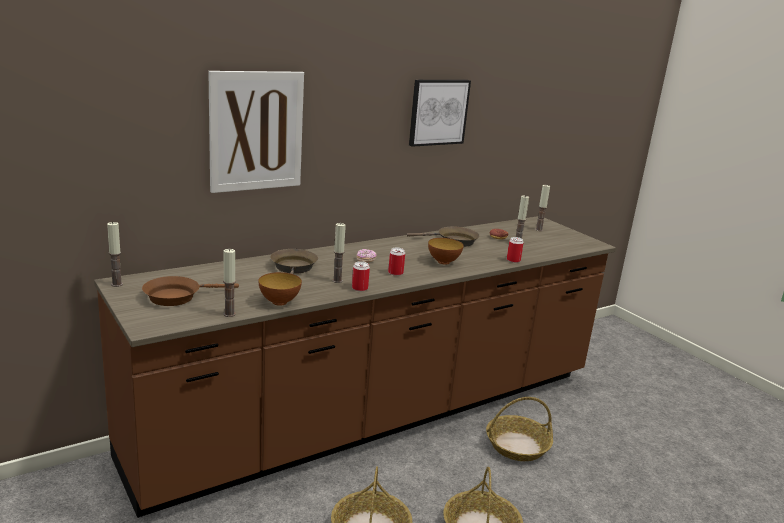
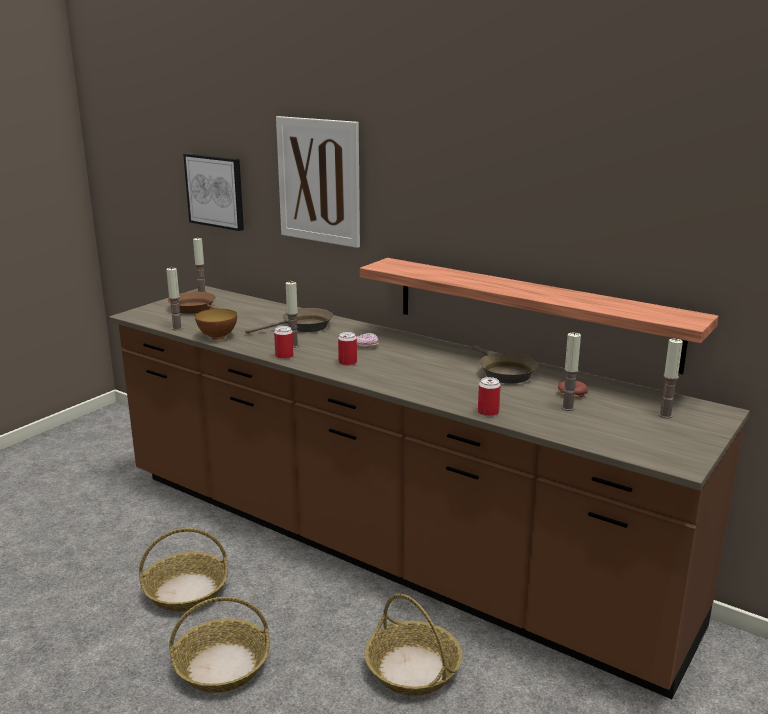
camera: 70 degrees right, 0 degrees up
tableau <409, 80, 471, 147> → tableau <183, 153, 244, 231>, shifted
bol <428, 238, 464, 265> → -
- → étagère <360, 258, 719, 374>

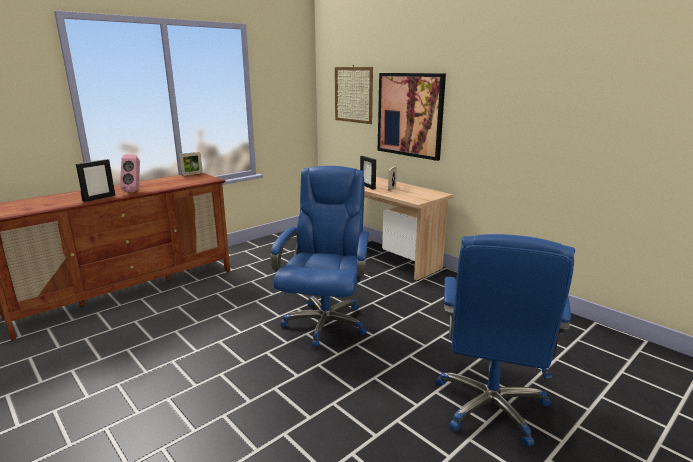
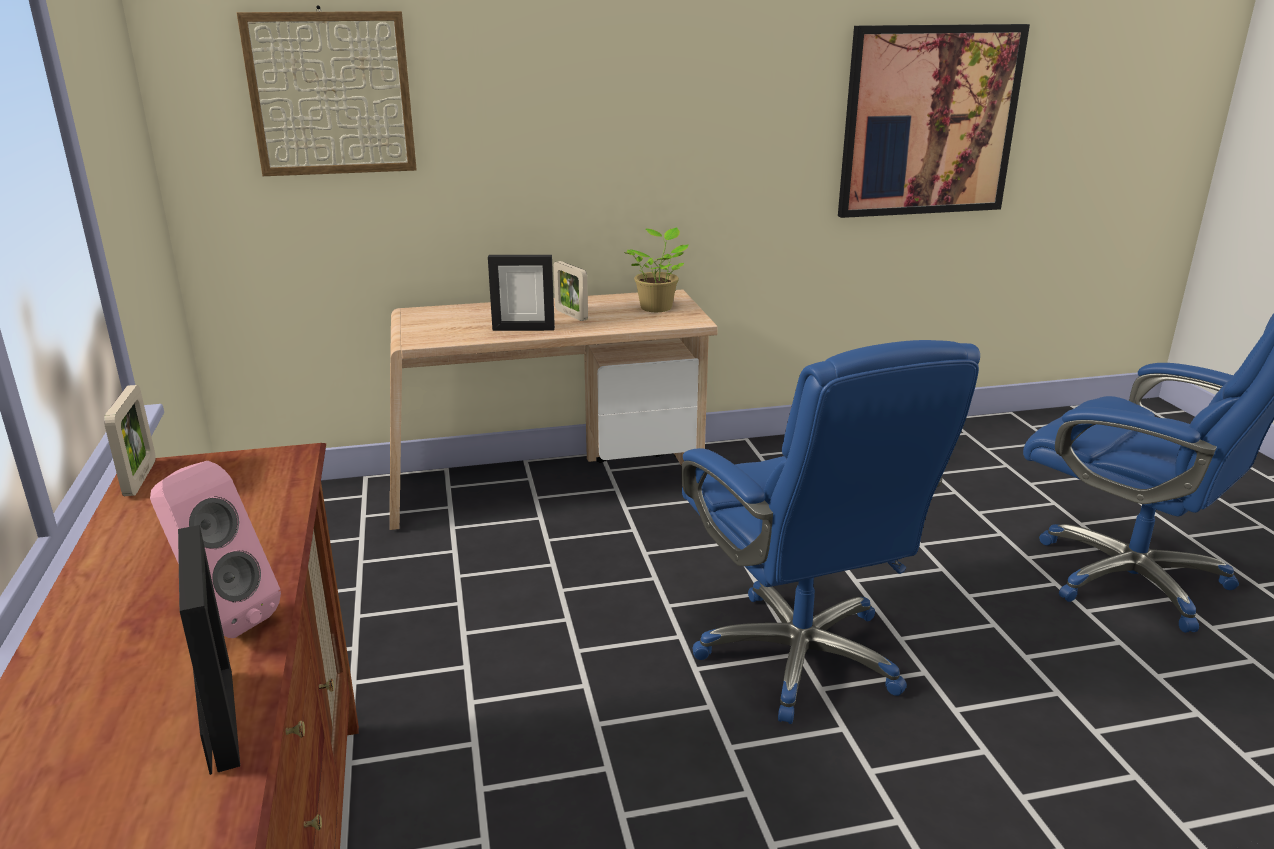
camera: 60 degrees left, 5 degrees up
tableau <378, 73, 446, 161> → tableau <838, 24, 1030, 218>, shifted
chaise de bureau/bleu <271, 166, 369, 348> → chaise de bureau/bleu <681, 340, 980, 724>, 150 degrees counterclockwise
- → plante en pot <624, 227, 689, 312>

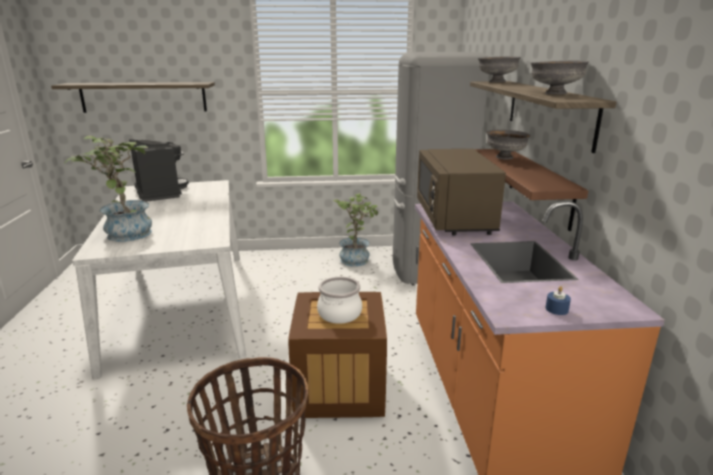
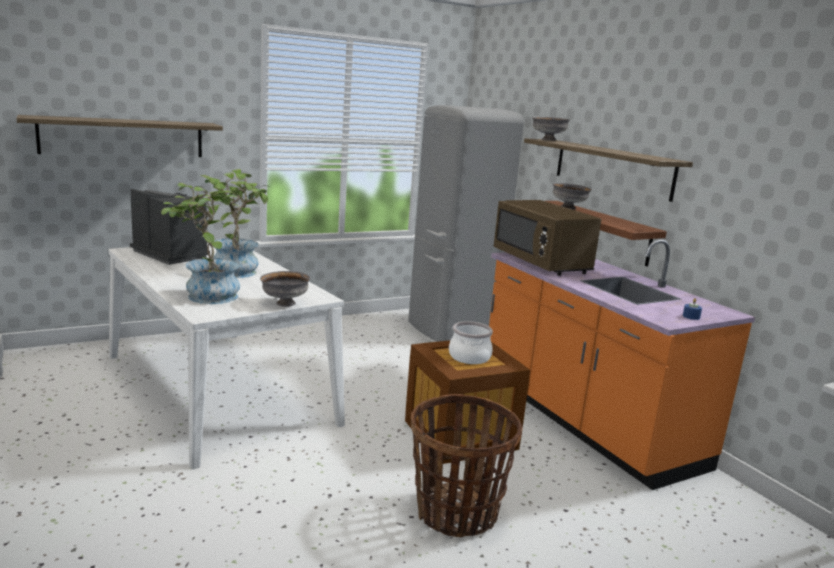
camera: 25 degrees left, 5 degrees down
bol/gris <530, 60, 590, 94> → bol/gris <260, 271, 310, 307>, shifted
plante en pot <333, 193, 378, 266> → plante en pot <200, 169, 268, 278>, shifted

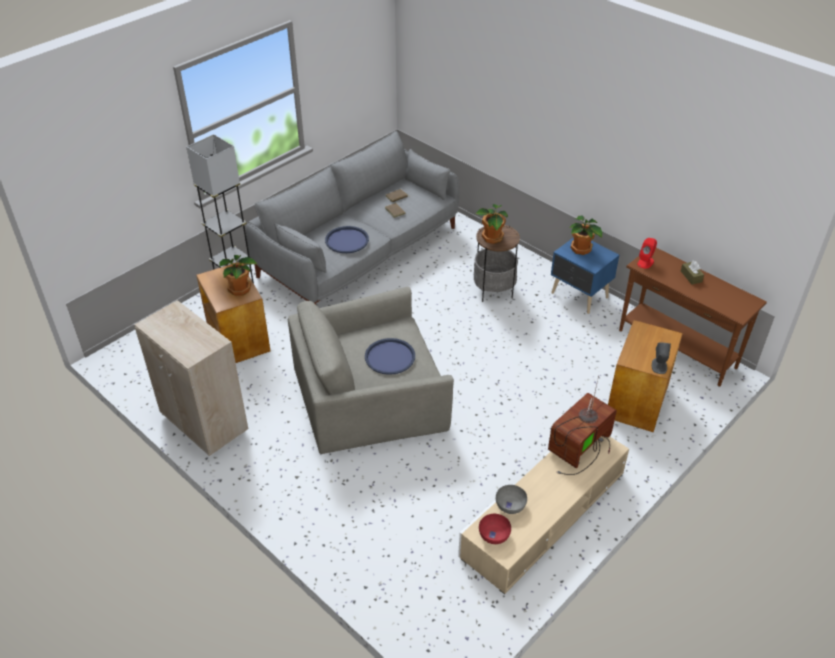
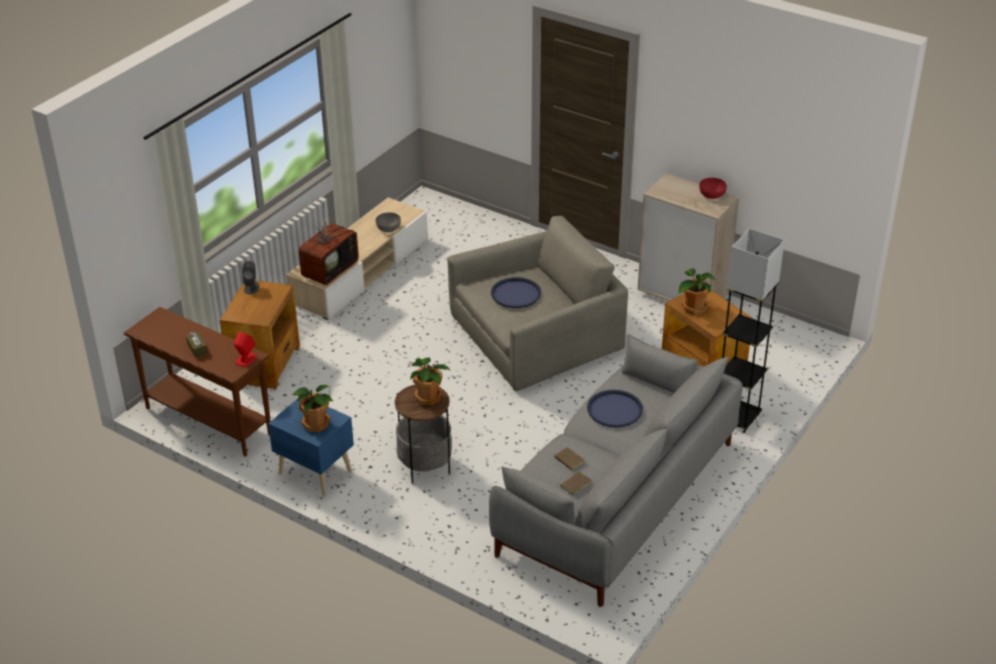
camera: 170 degrees right, 5 degrees down
bol/rouge <479, 514, 511, 544> → bol/rouge <699, 178, 727, 199>, shifted

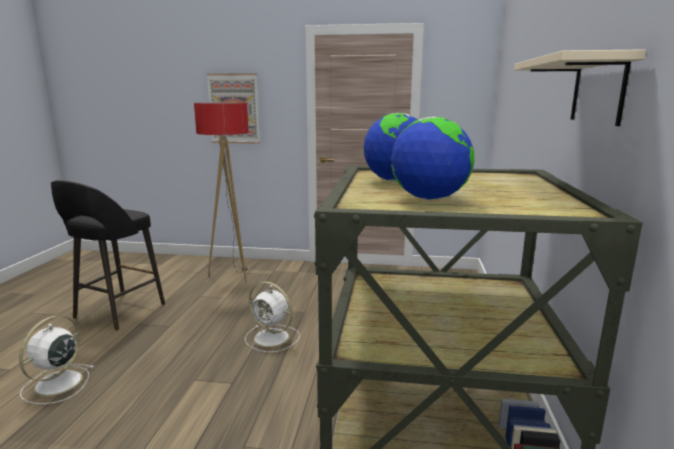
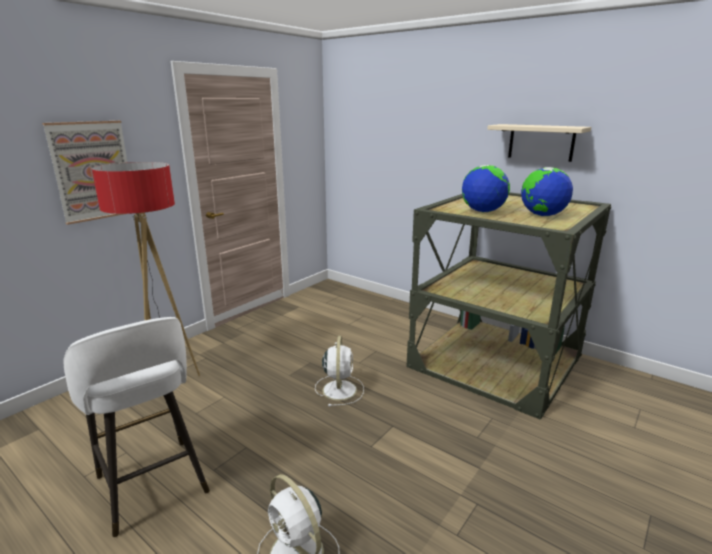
camera: 60 degrees left, 5 degrees up
tabouret/noir <51, 180, 165, 330> → tabouret/blanc <64, 317, 210, 537>
ventilateur/blanc <245, 282, 300, 352> → ventilateur/blanc <315, 336, 364, 406>, 60 degrees counterclockwise

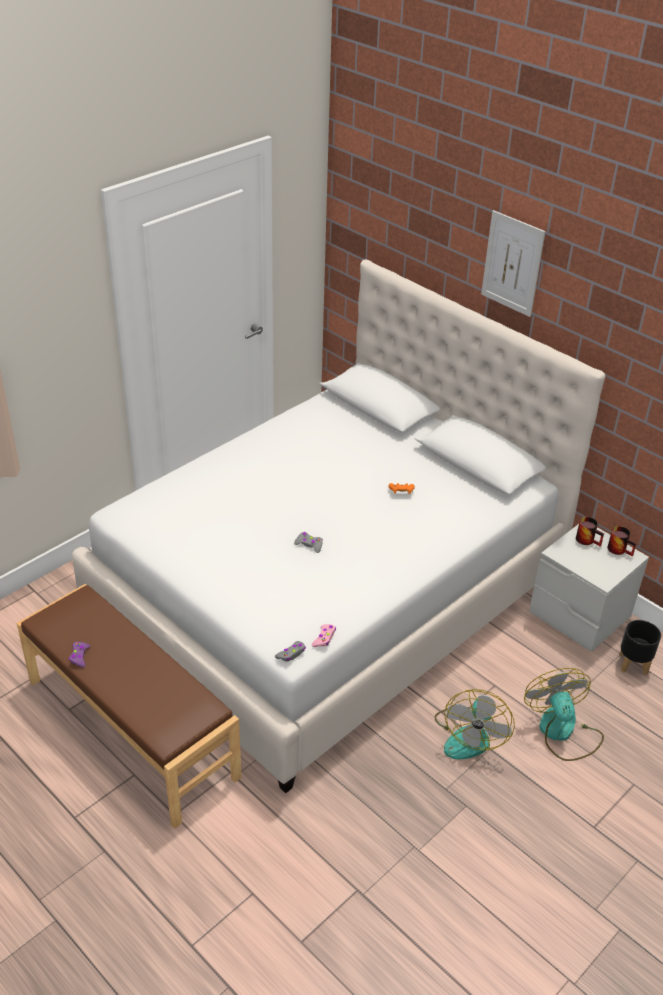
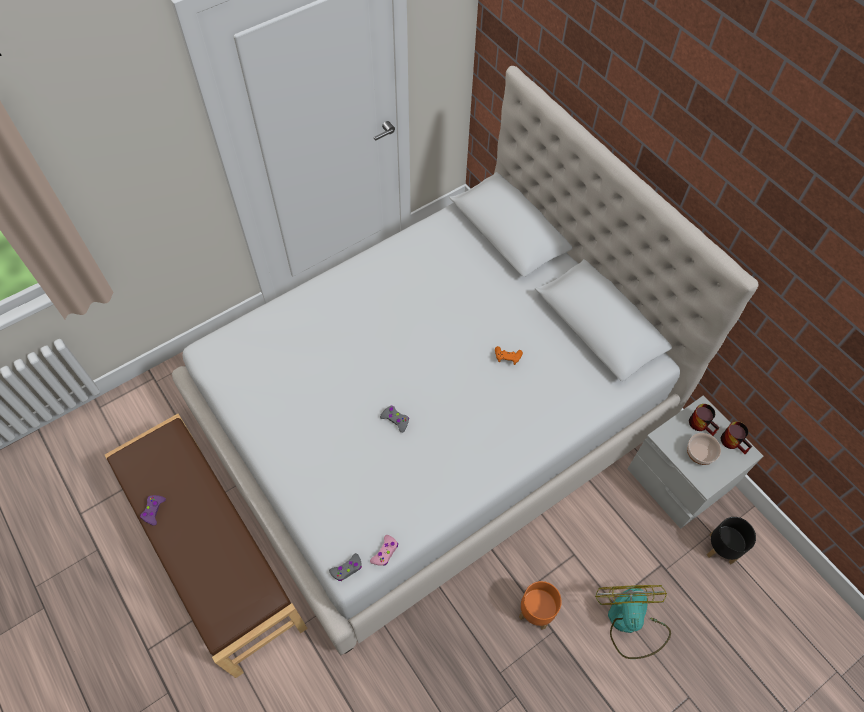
camera: 10 degrees right, 20 degrees up
tableau <481, 210, 546, 317> → -
ventilateur <435, 689, 515, 760> → cache-pot/orange <519, 581, 562, 630>
- → bol <687, 433, 721, 465>

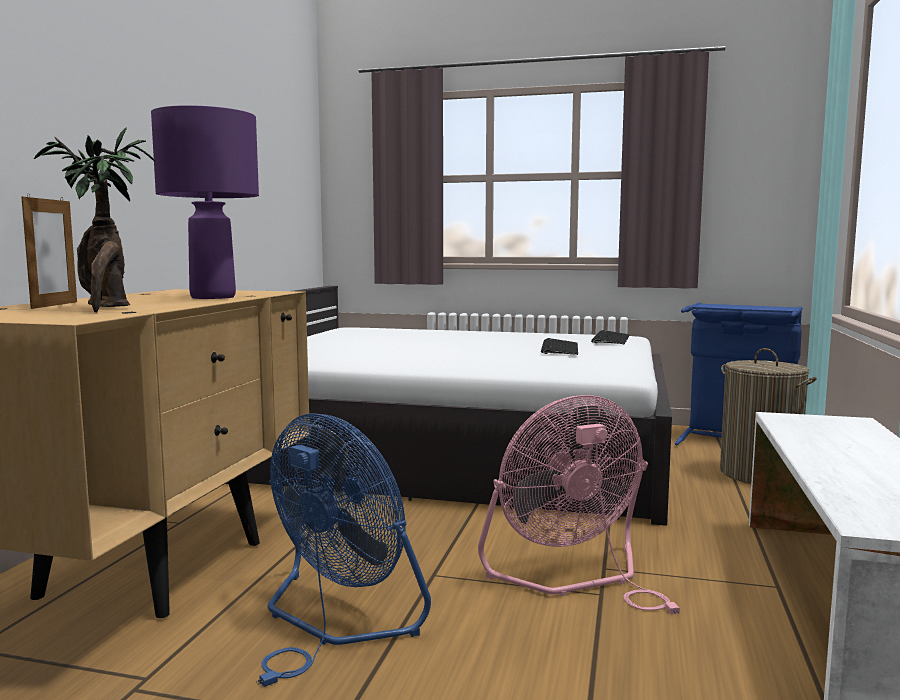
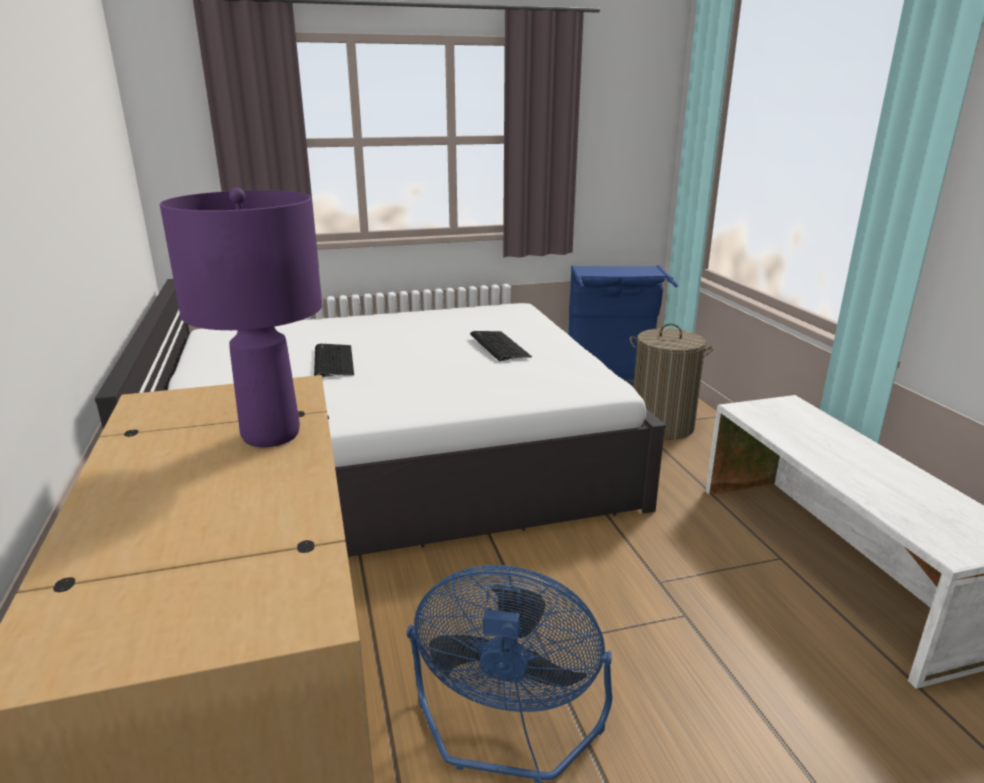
camera: 30 degrees left, 15 degrees up
plante en pot <34, 127, 155, 312> → -
cadre photo <21, 193, 77, 309> → -
clavier <591, 330, 630, 344> → clavier <314, 344, 354, 377>, shifted
ventilateur/rose <478, 395, 680, 614> → -

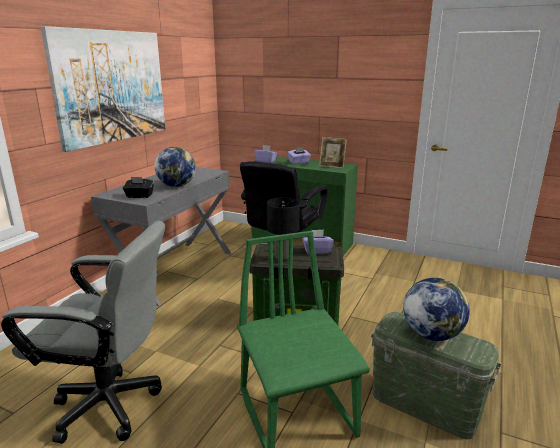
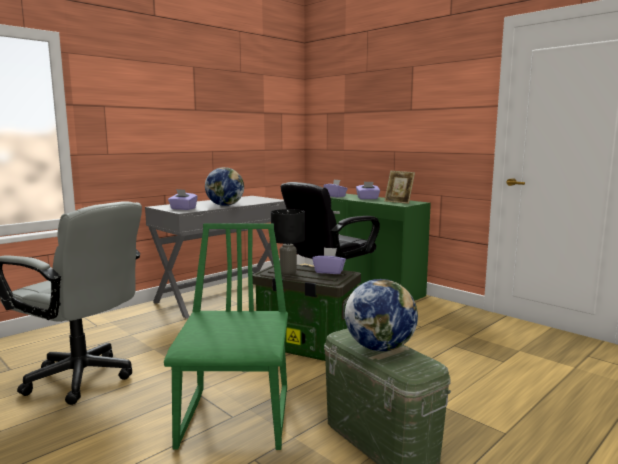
camera: 20 degrees right, 10 degrees down
tableau <41, 26, 166, 152> → -
boîte à mouchoirs/noir <123, 177, 154, 198> → boîte à mouchoirs/violet <168, 189, 198, 210>

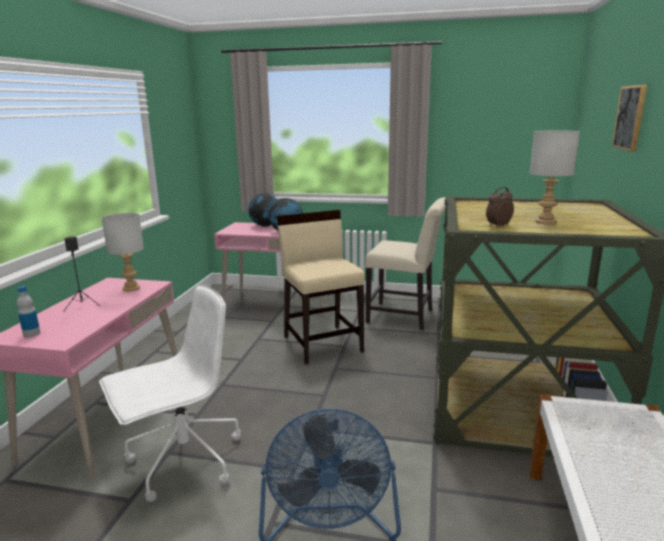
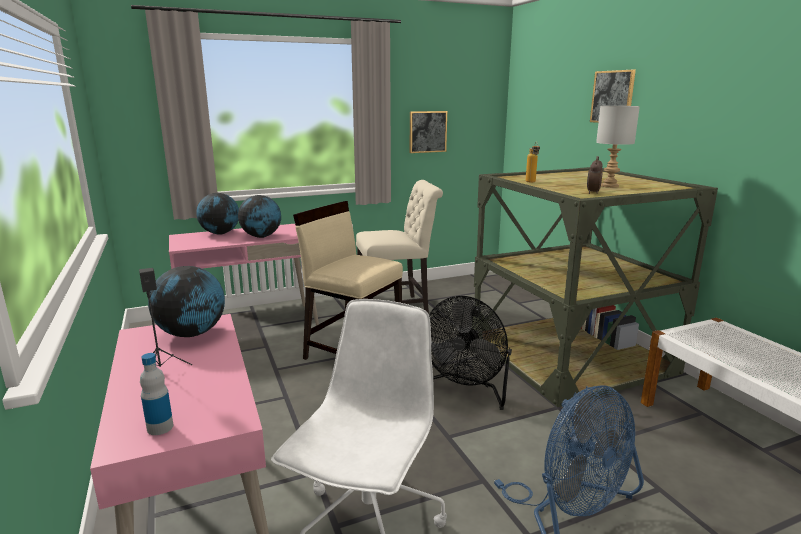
camera: 35 degrees left, 0 degrees up
lampe de table/gris <102, 213, 144, 291> → globe <148, 266, 225, 337>
- → tableau <410, 111, 447, 153>
- → bouteille <526, 142, 540, 183>
- → ventilateur/noir <429, 296, 512, 410>

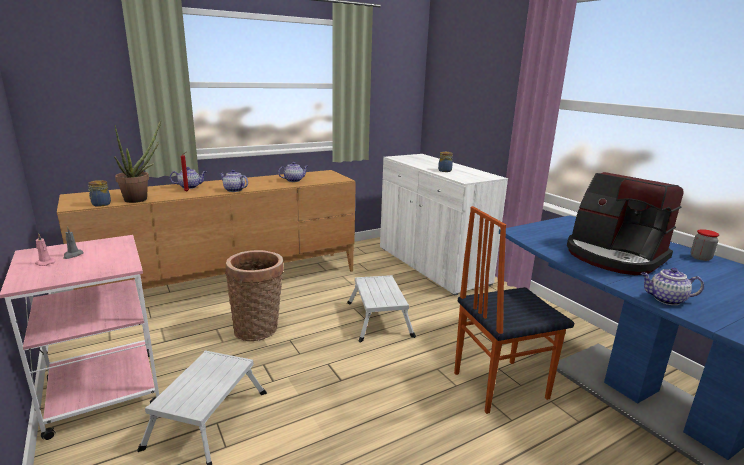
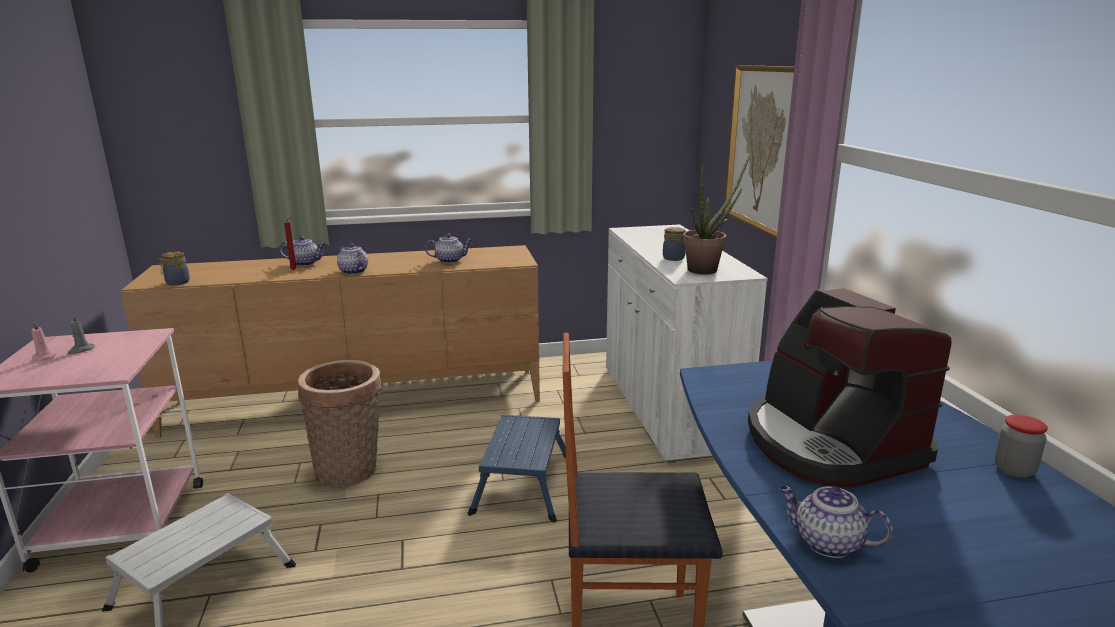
camera: 20 degrees right, 0 degrees up
plante en pot <114, 120, 161, 203> → plante en pot <683, 156, 749, 274>, shifted
escabeau/blanc <347, 275, 416, 343> → escabeau/bleu <467, 415, 566, 523>
- → tableau <724, 65, 795, 238>

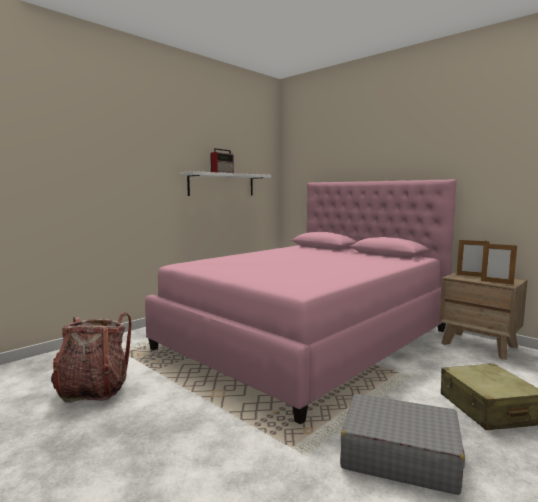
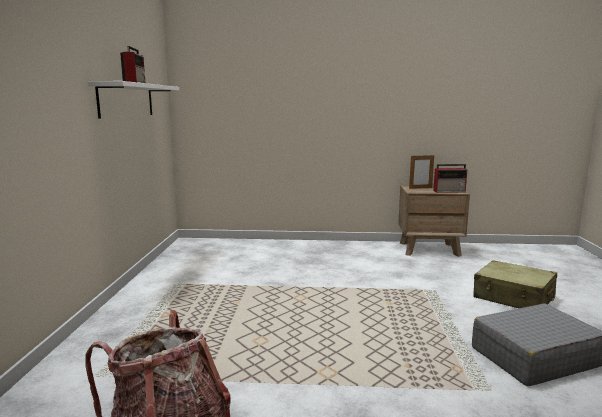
camera: 40 degrees left, 5 degrees up
lit/rose <145, 179, 457, 425> → -
cadre photo <481, 242, 517, 285> → radio <433, 164, 467, 193>

